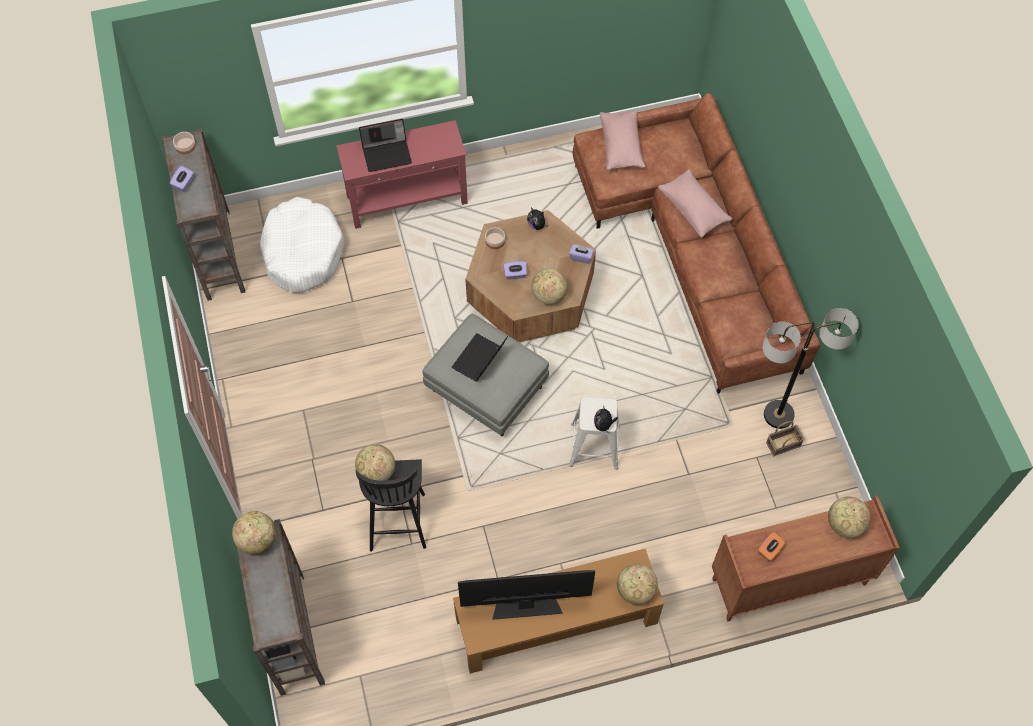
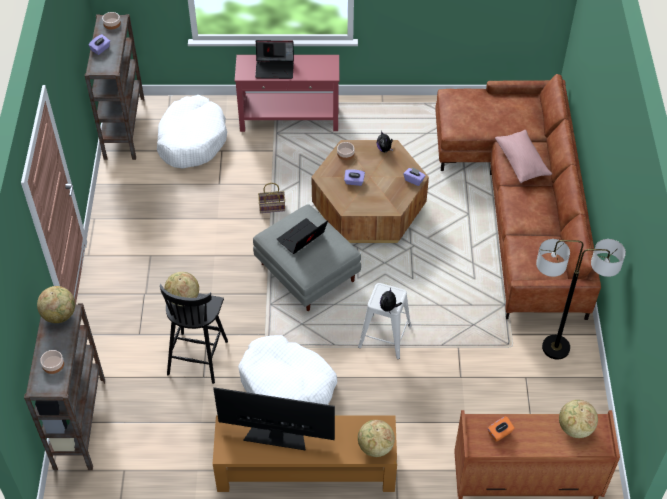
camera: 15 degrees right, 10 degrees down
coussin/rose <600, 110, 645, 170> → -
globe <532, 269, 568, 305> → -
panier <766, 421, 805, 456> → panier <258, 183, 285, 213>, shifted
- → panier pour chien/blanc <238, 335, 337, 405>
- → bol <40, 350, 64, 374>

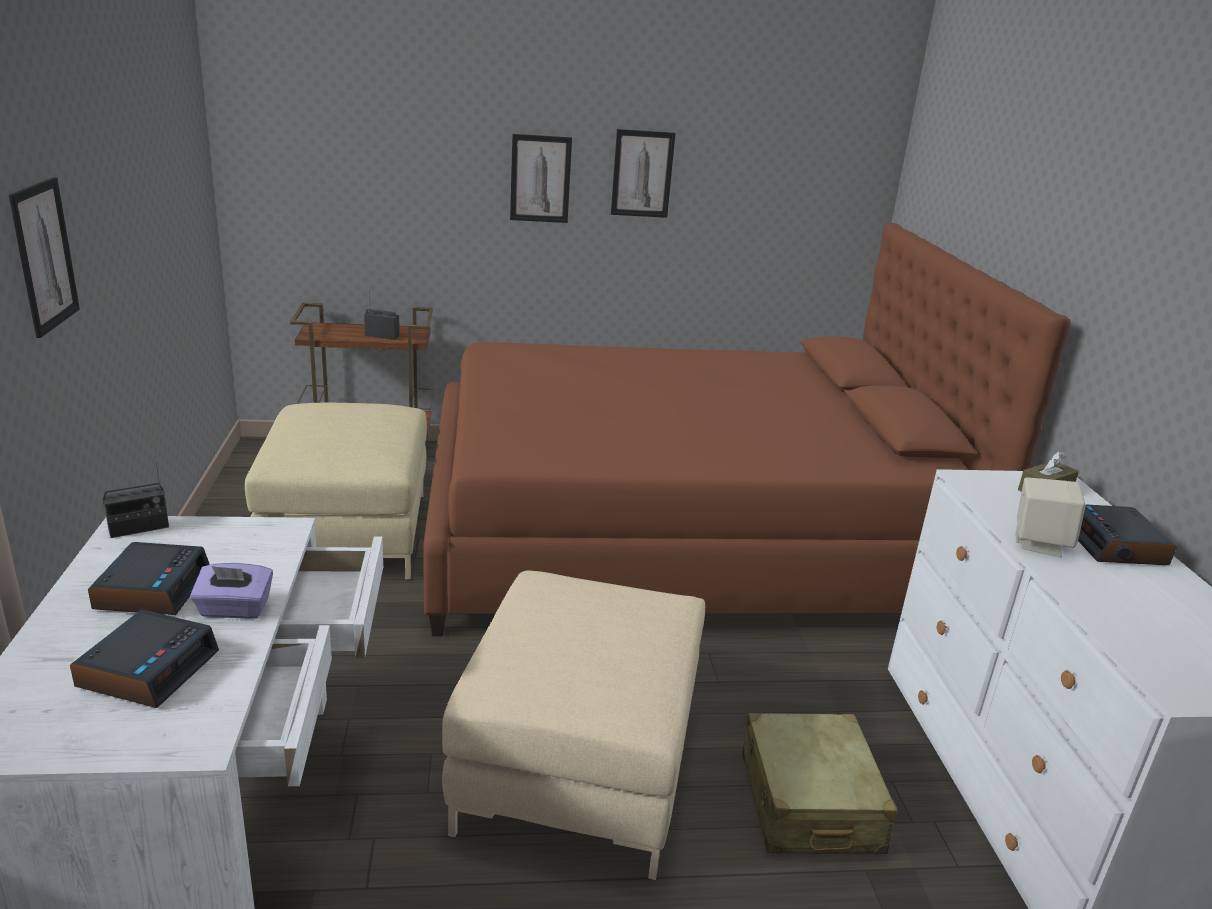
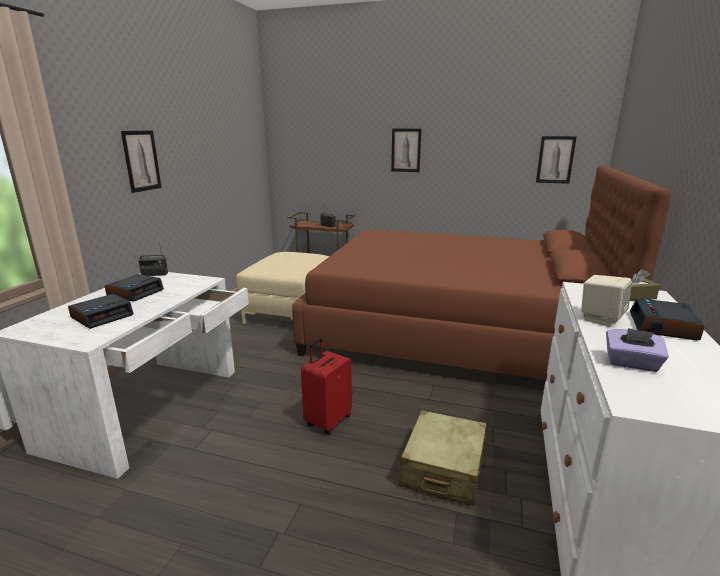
camera: 25 degrees right, 5 degrees down
tableau <611, 129, 675, 218> → tableau <536, 136, 577, 184>, shifted
boîte à mouchoirs/violet <190, 563, 273, 619> → boîte à mouchoirs/violet <606, 328, 669, 372>, shifted
pouf/beige <442, 571, 705, 880> → valise/rouge <301, 338, 352, 434>

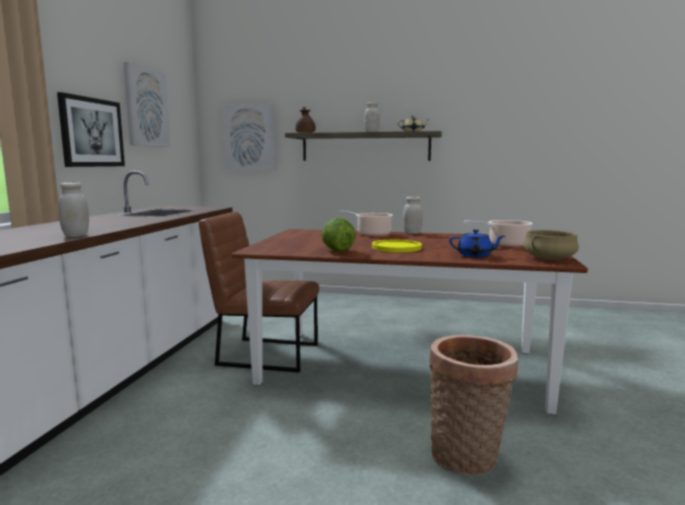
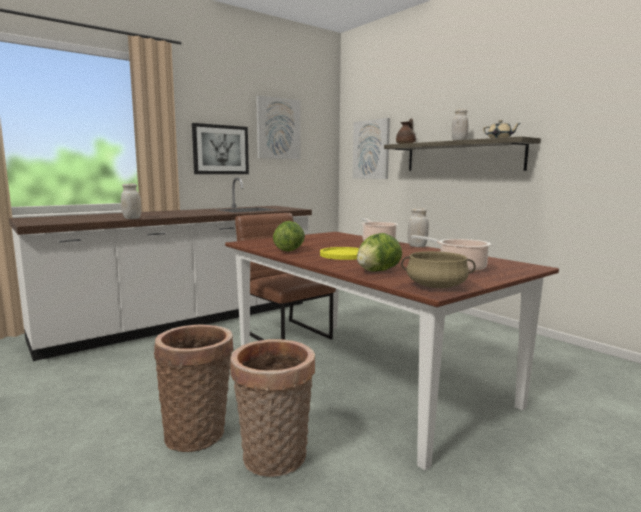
camera: 40 degrees right, 0 degrees up
théière/bleu <449, 229, 505, 257> → laitue <357, 233, 402, 272>
- → panier <154, 324, 234, 452>

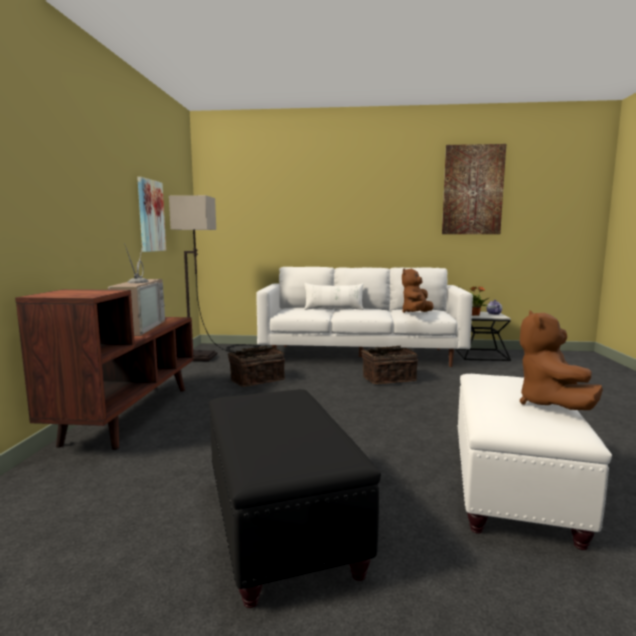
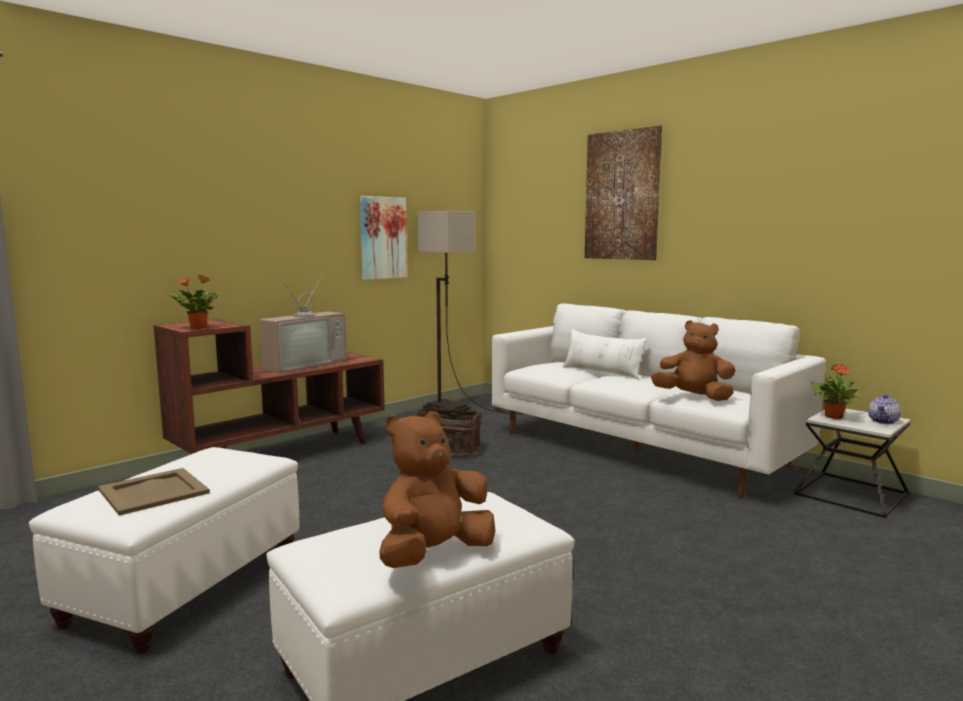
camera: 40 degrees right, 0 degrees up
tableau <442, 144, 506, 234> → tableau <585, 126, 662, 260>, shifted
peluche/marron <402, 268, 434, 313> → peluche/marron <651, 320, 736, 401>, 45 degrees clockwise
panier <361, 346, 418, 384> → -
pouf/noir <209, 389, 381, 608> → pouf/blanc <29, 447, 299, 654>
- → plante en pot <169, 275, 221, 328>
- → plateau/beige <98, 468, 210, 516>

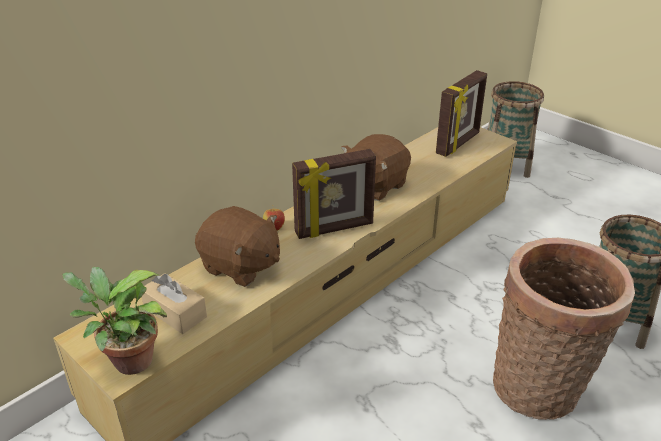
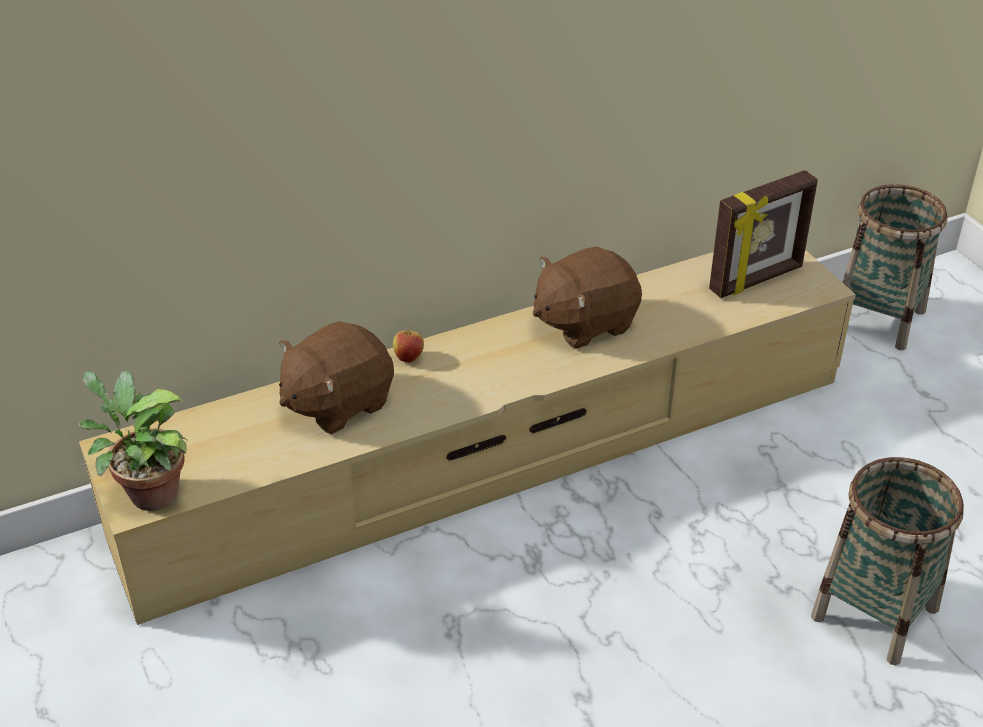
camera: 20 degrees right, 5 degrees up
cadre photo <292, 149, 376, 239> → -
peluche/marron <195, 206, 280, 287> → peluche/marron <279, 321, 394, 434>, 90 degrees clockwise
panier <493, 238, 635, 420> → -
boîte à mouchoirs/beige <142, 273, 207, 334> → -

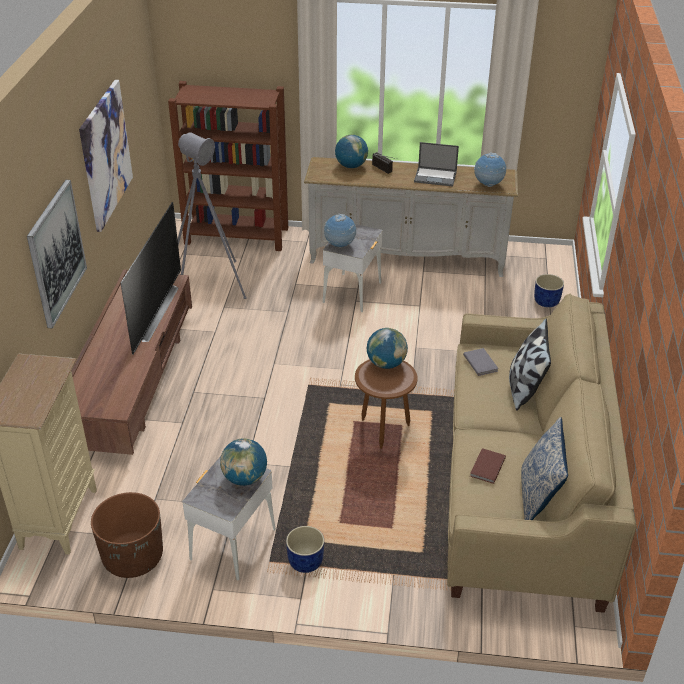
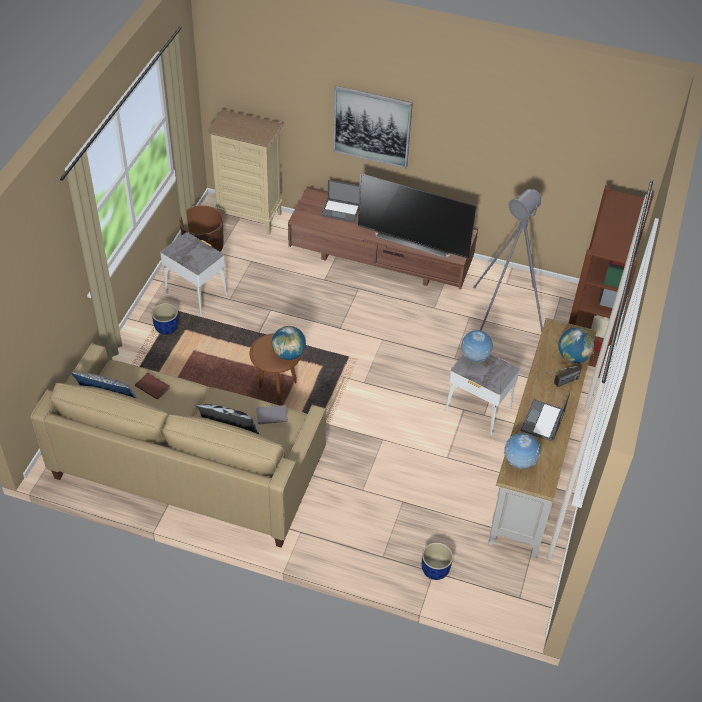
camera: 100 degrees right, 10 degrees up
tableau <79, 80, 133, 232> → -
globe <220, 438, 267, 486> → -
- → ordinateur portable <321, 180, 360, 223>

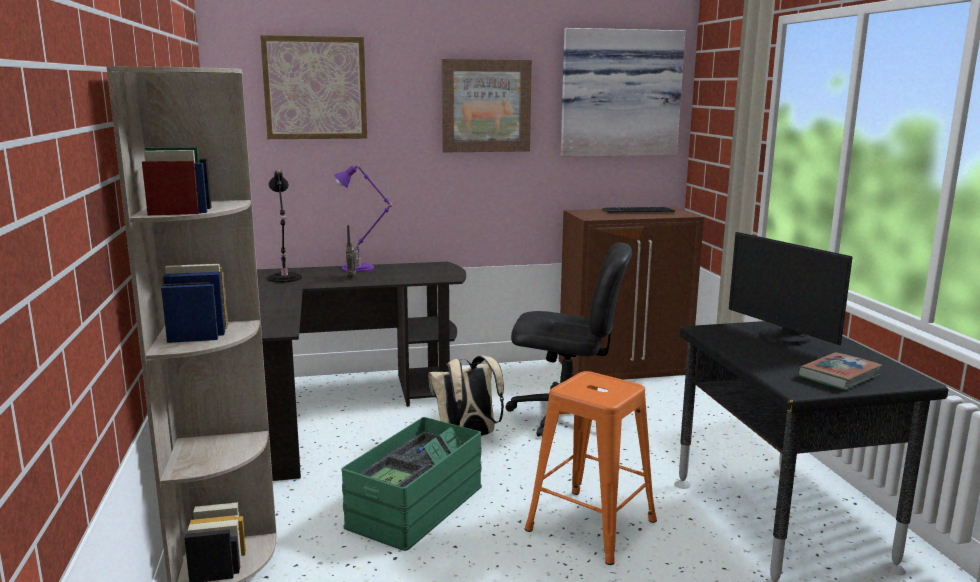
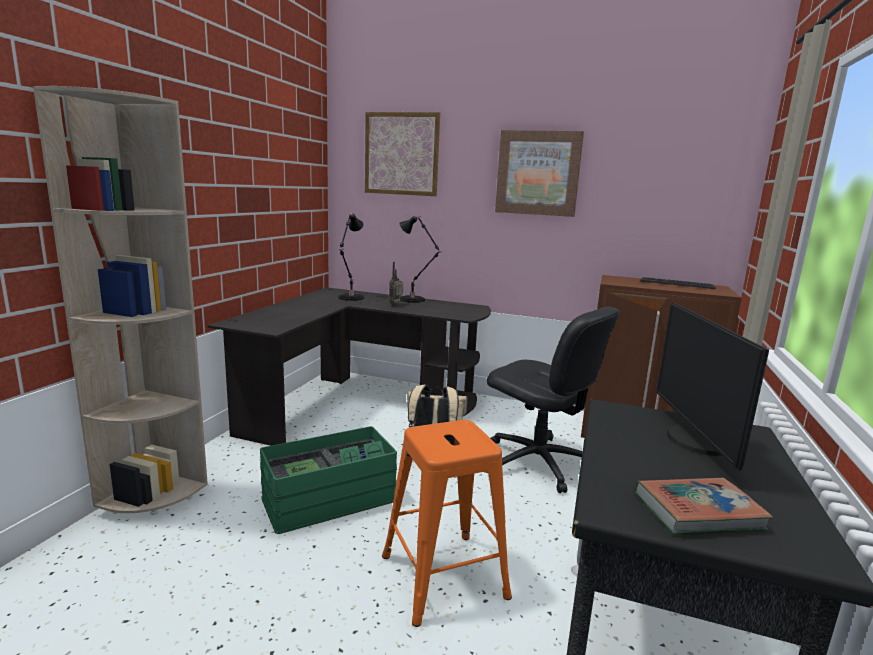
camera: 30 degrees right, 0 degrees up
tableau <561, 28, 685, 157> → -
lampe de table/violet <334, 165, 393, 272> → lampe de table/noir <399, 216, 441, 303>

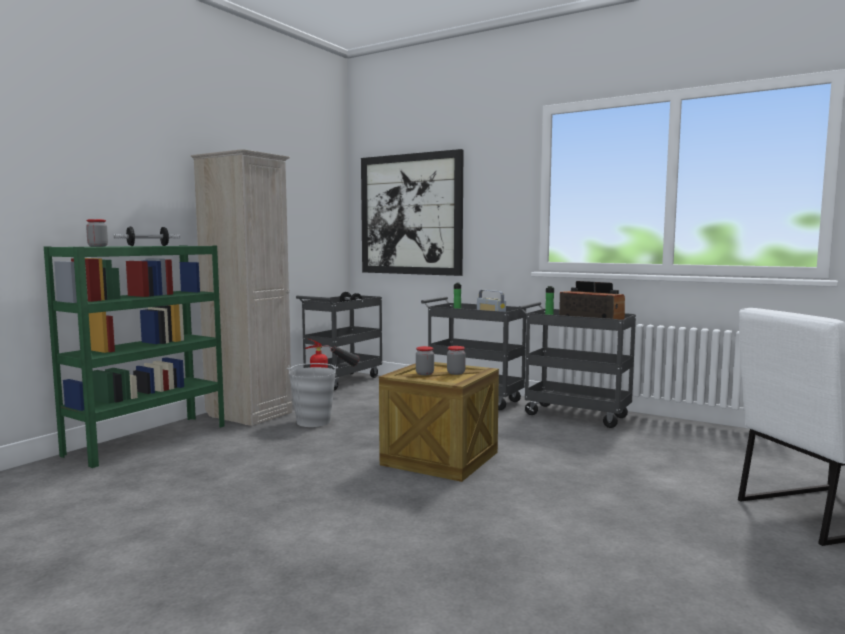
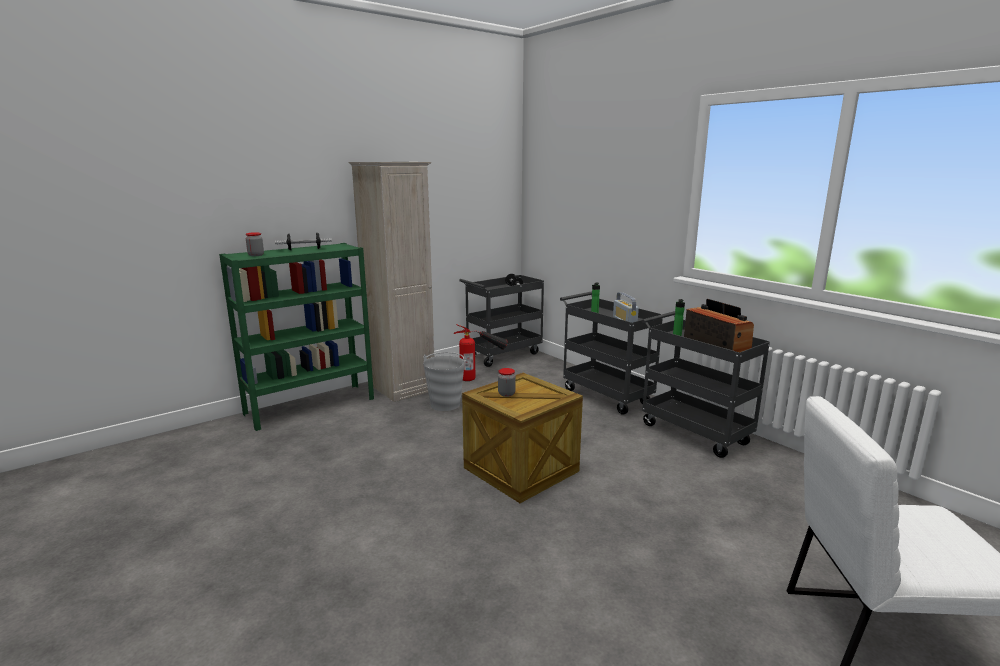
camera: 20 degrees right, 10 degrees up
tableau <361, 149, 464, 276> → -
bocal <447, 346, 466, 375> → -

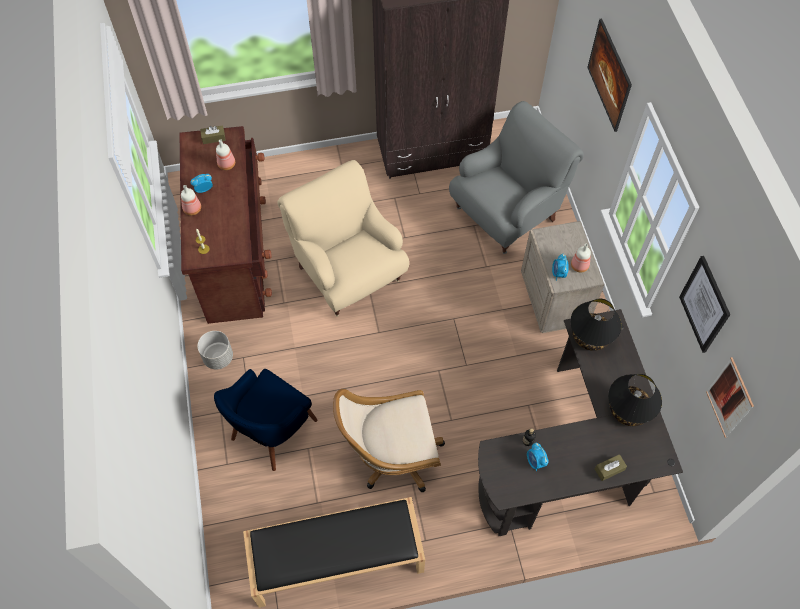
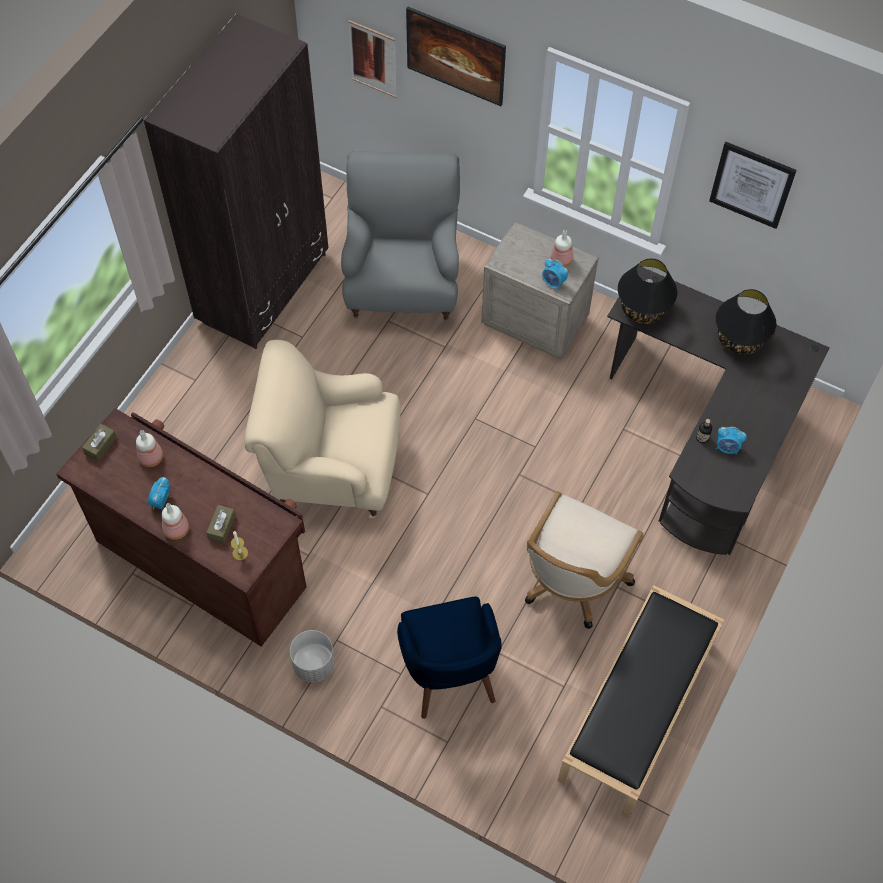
camera: 50 degrees left, 0 degrees up
tableau <706, 357, 754, 438> → tableau <348, 20, 397, 98>, shifted
boîte à mouchoirs/marron <595, 454, 627, 481> → boîte à mouchoirs/marron <206, 505, 236, 543>, shifted

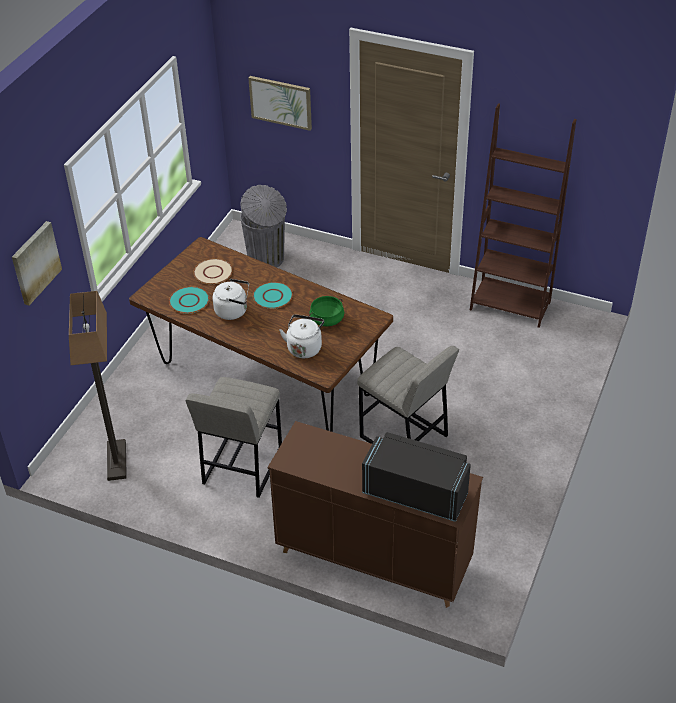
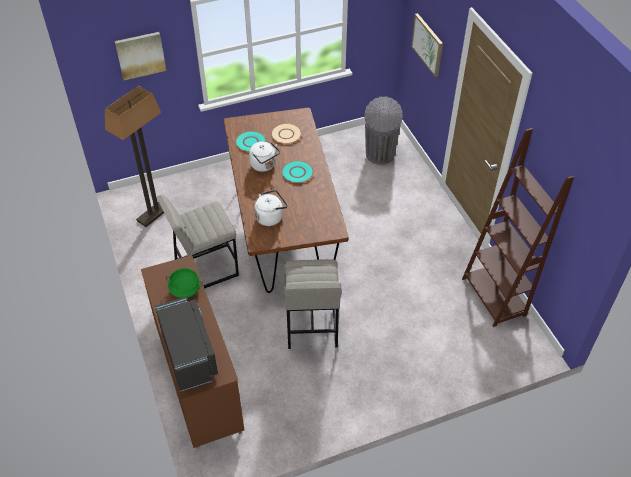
camera: 45 degrees right, 5 degrees up
marmite/vert <309, 296, 344, 326> → marmite/vert <166, 268, 203, 298>, shifted

